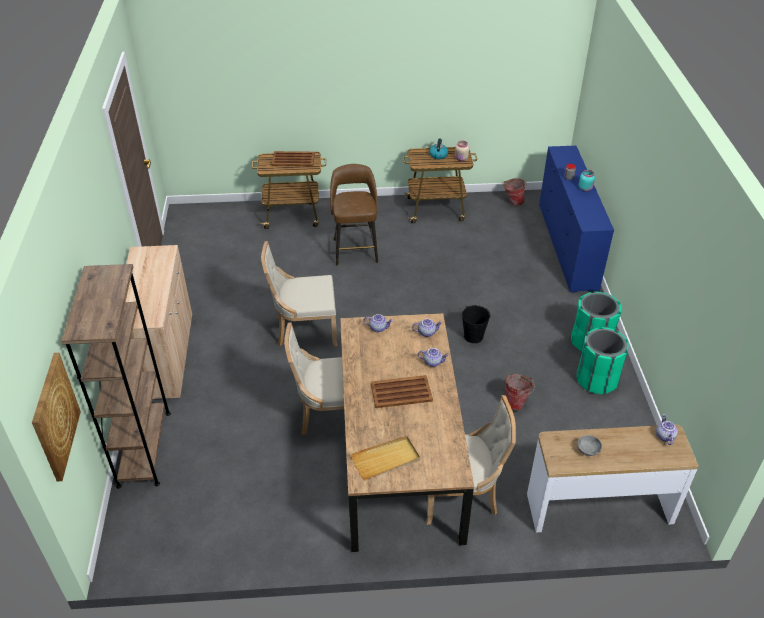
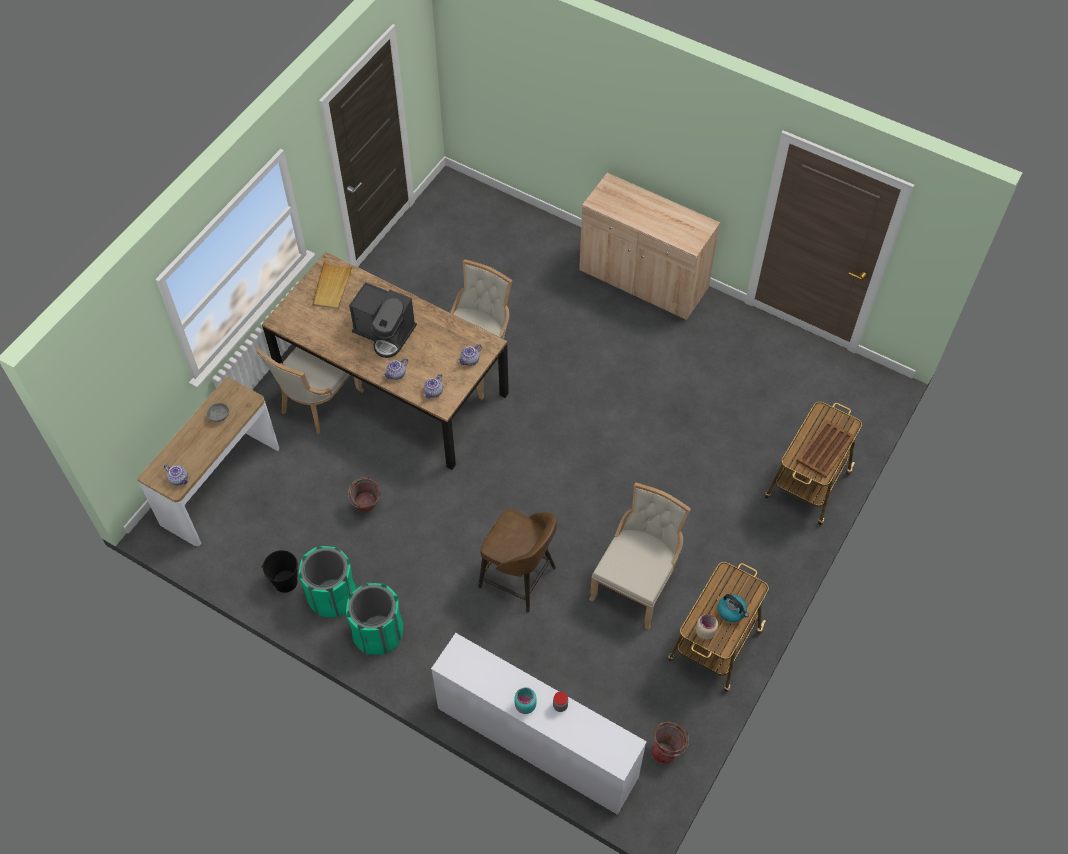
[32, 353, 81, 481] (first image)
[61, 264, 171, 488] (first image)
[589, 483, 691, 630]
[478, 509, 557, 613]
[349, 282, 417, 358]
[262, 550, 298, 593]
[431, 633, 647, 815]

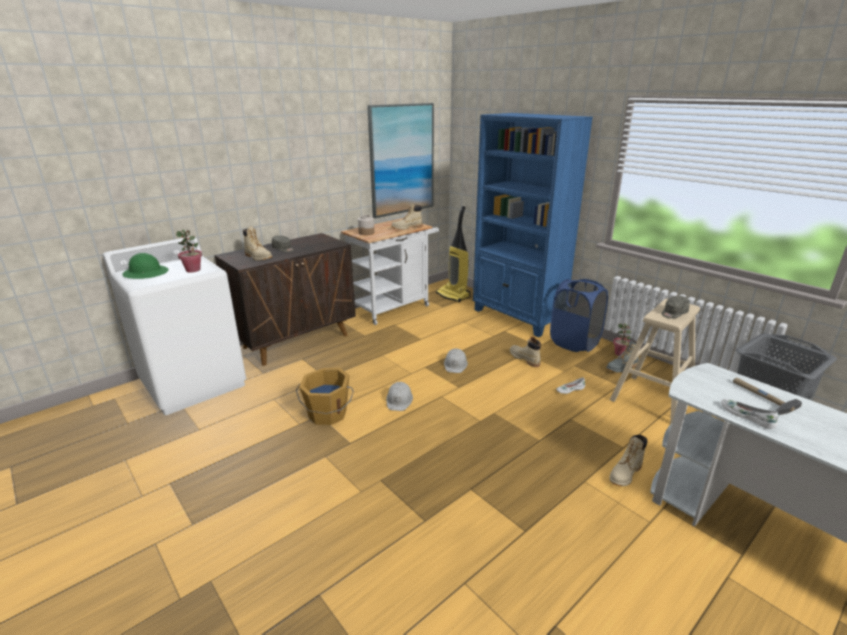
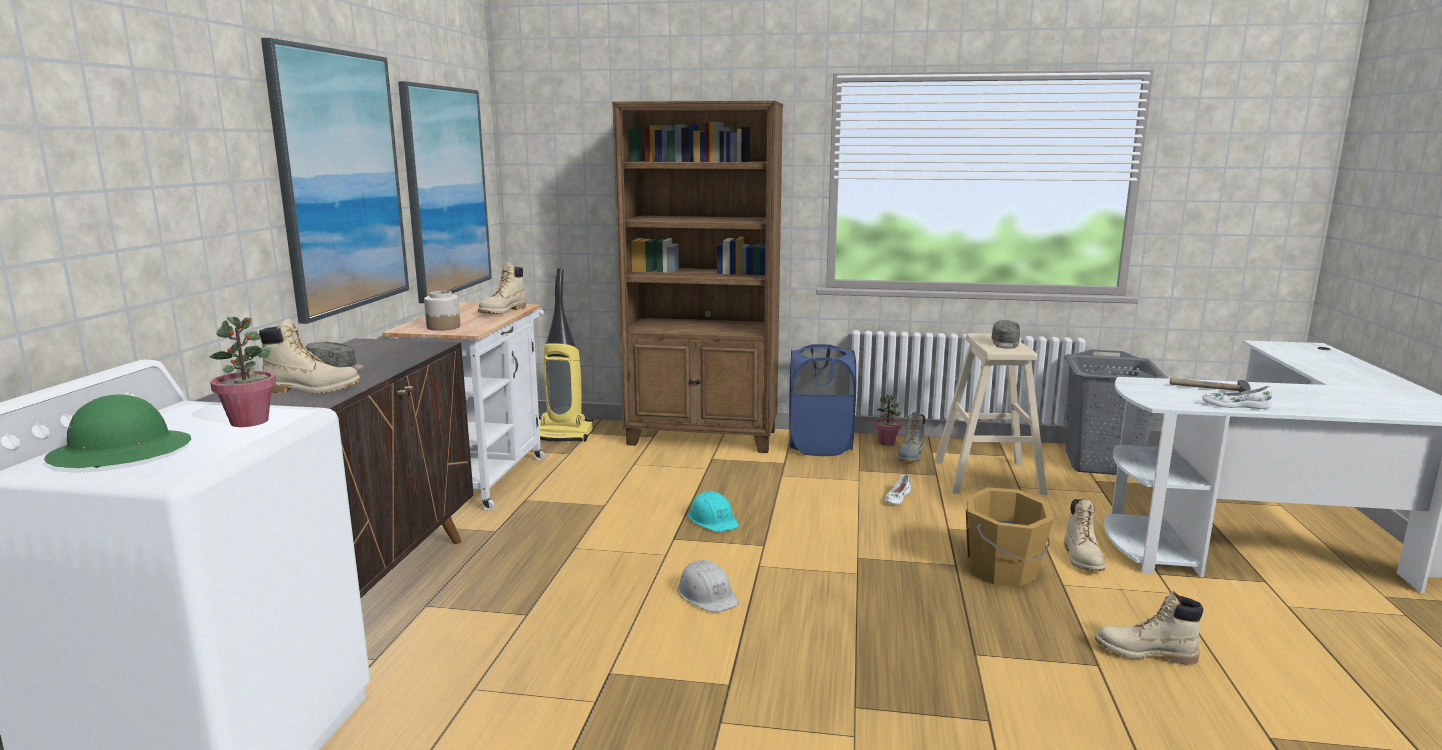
[966, 487, 1054, 587]
[688, 491, 739, 532]
[612, 101, 783, 453]
[1095, 591, 1203, 665]
[261, 38, 409, 324]

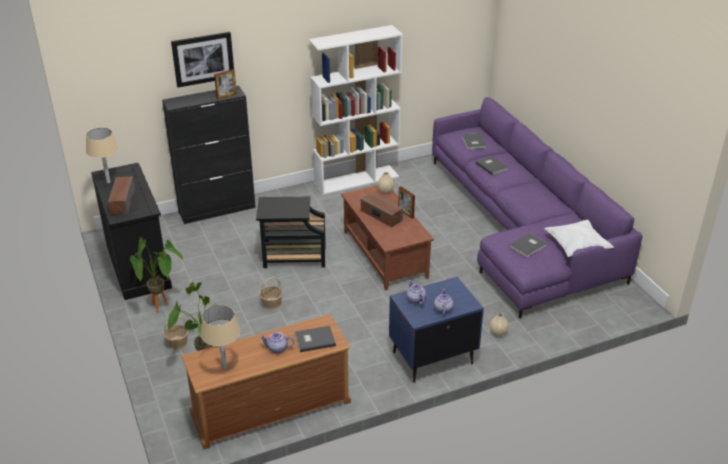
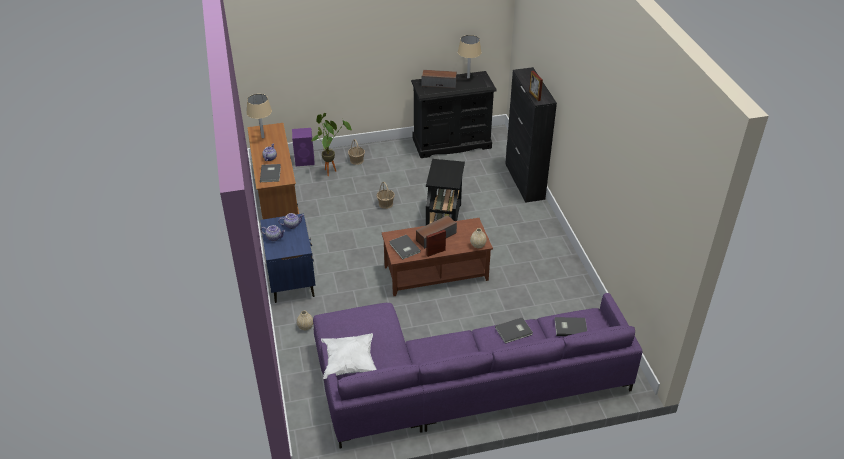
[130, 237, 183, 313] (first image)
[171, 32, 234, 88] (first image)
[309, 25, 403, 195] (first image)
[389, 235, 421, 259]
[292, 128, 315, 166]

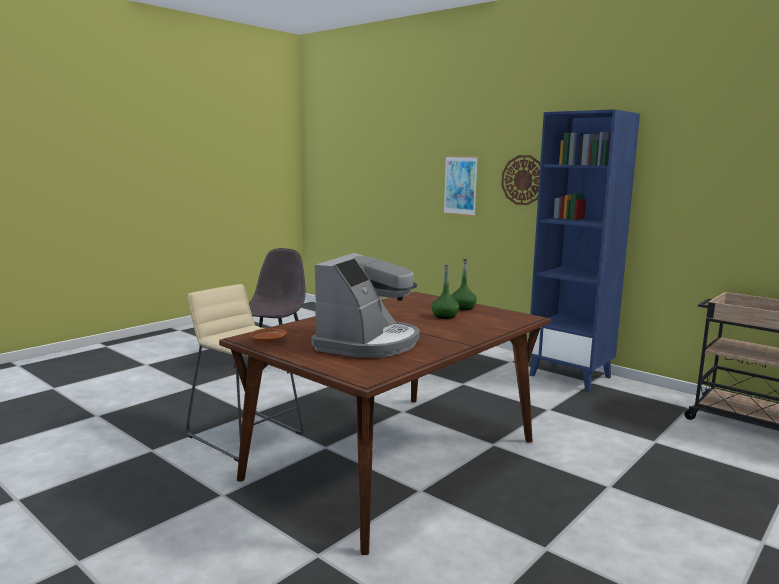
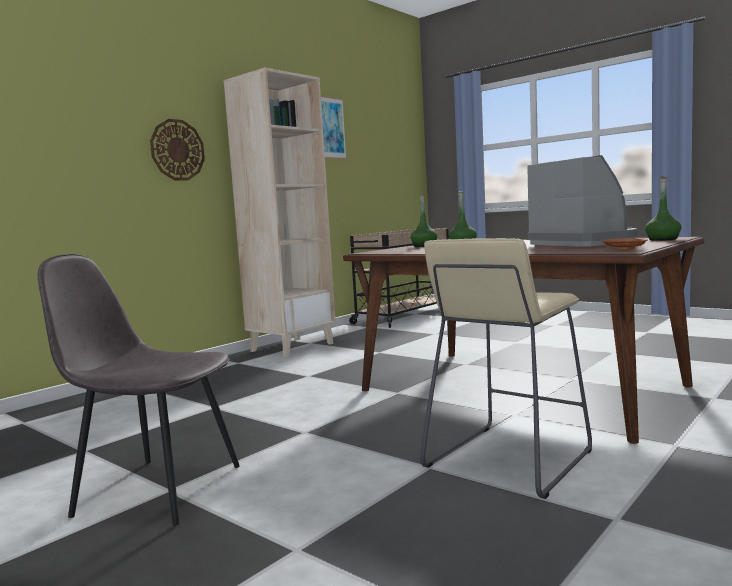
[527, 155, 637, 247]
[321, 96, 347, 159]
[223, 67, 336, 357]
[645, 177, 682, 241]

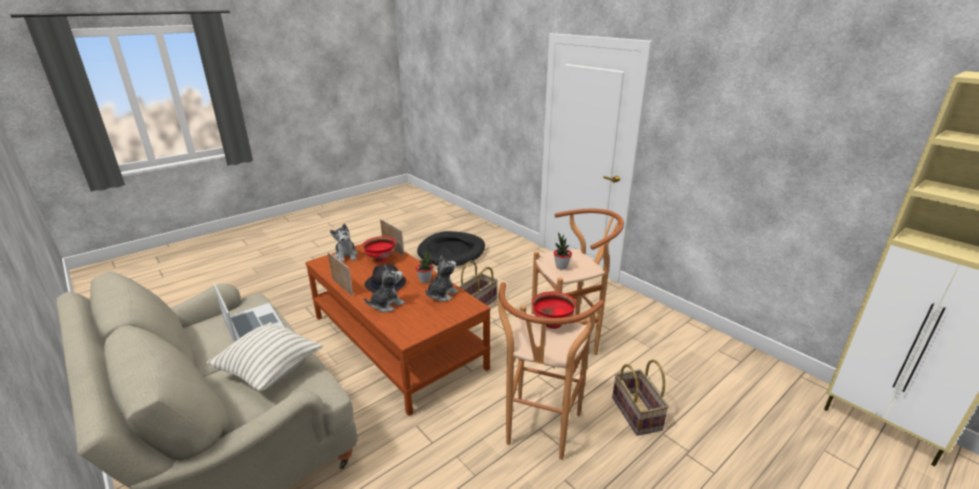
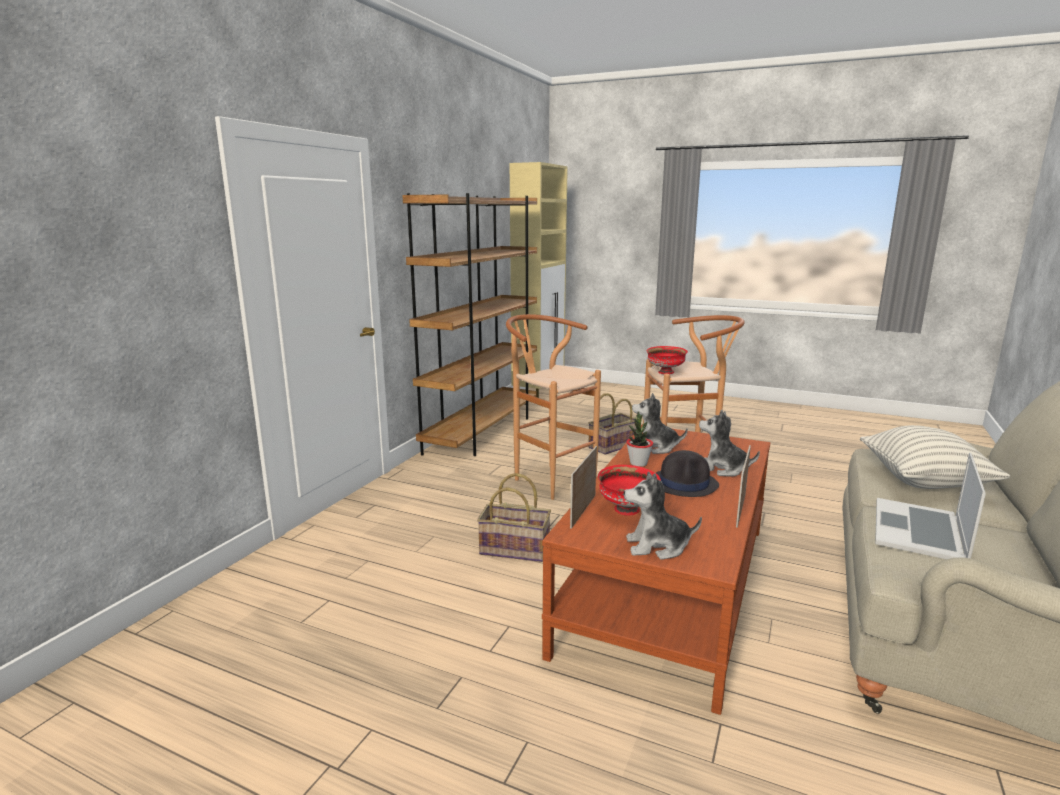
[624, 471, 702, 560]
[417, 231, 485, 266] (first image)
[554, 232, 572, 270] (first image)
[402, 193, 537, 456]

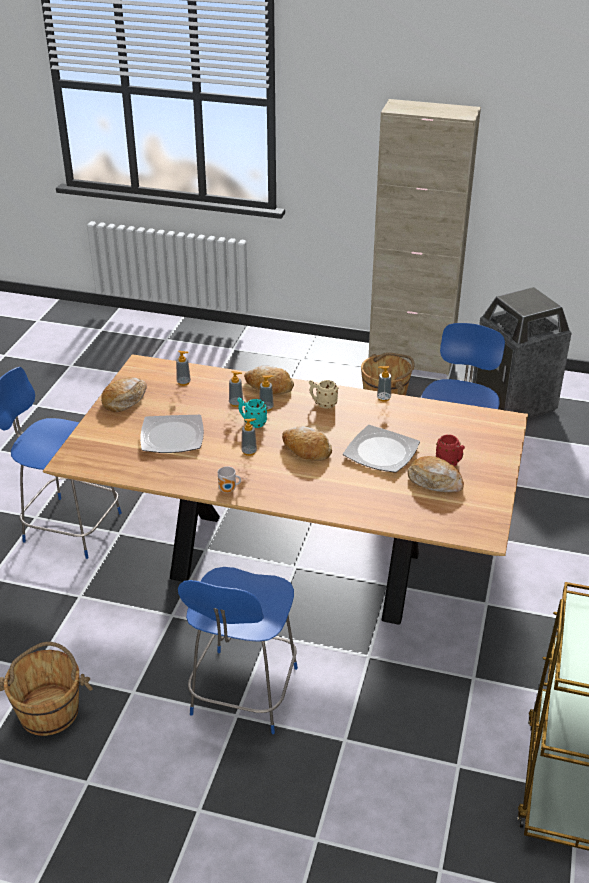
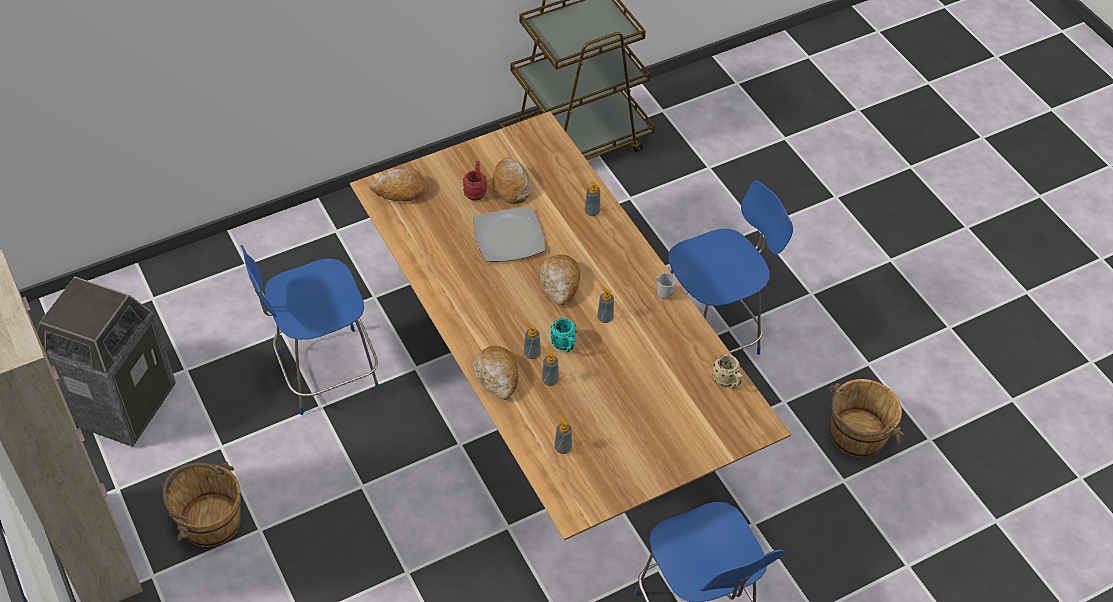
[370, 169, 429, 202]
[140, 415, 204, 453] (first image)
[712, 354, 743, 389]
[585, 181, 600, 216]

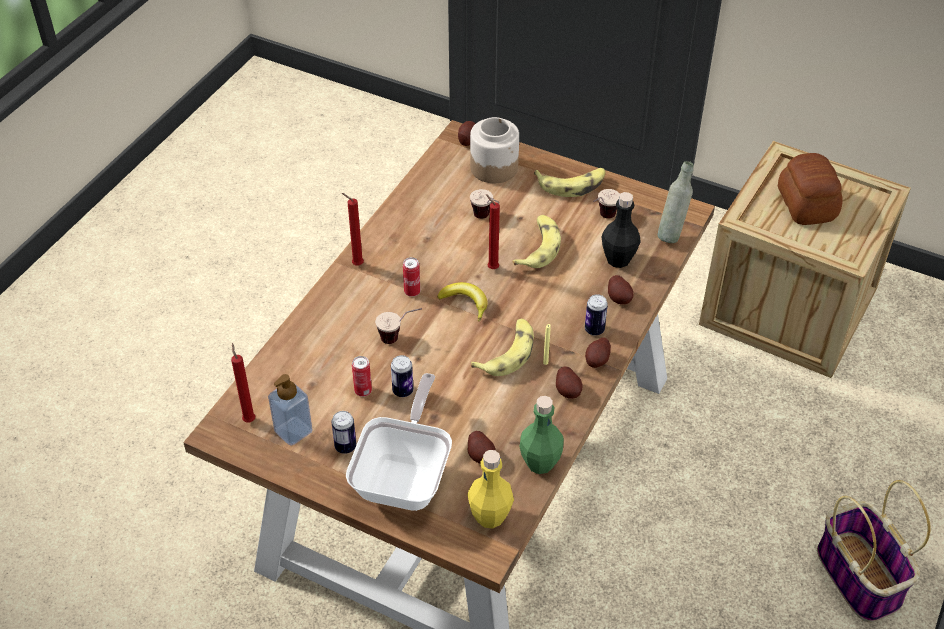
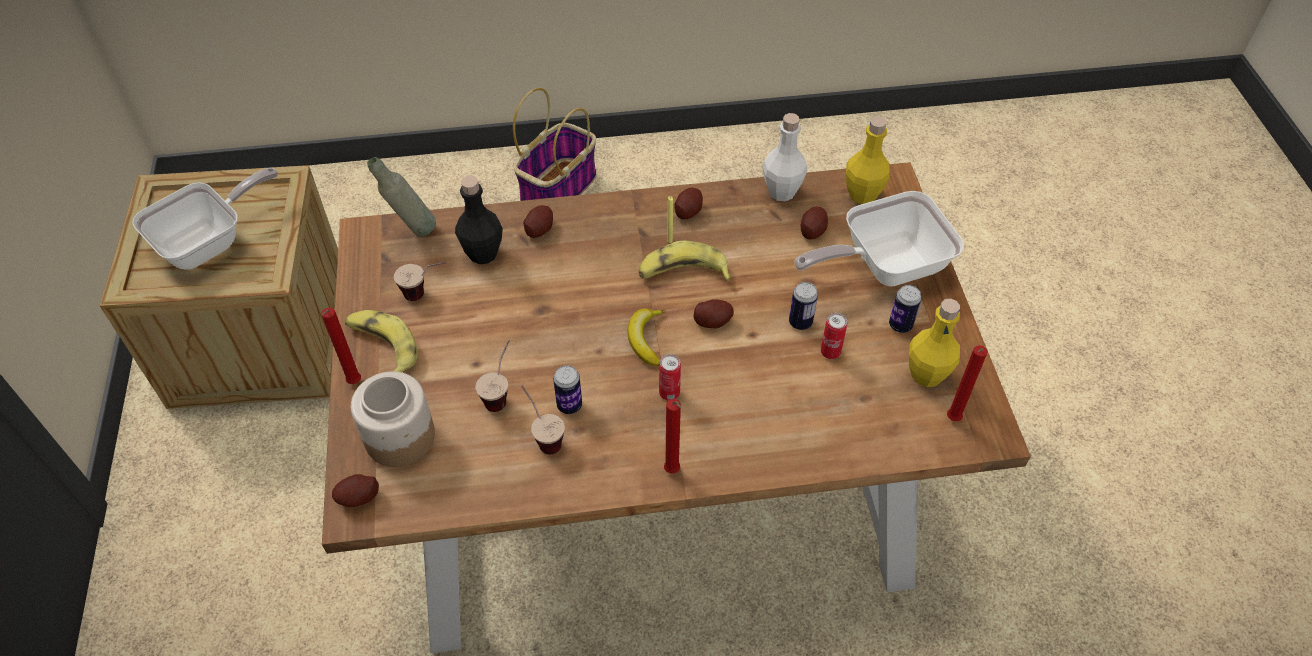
[909, 299, 960, 387]
[521, 385, 565, 454]
[321, 307, 361, 384]
[512, 215, 561, 268] (first image)
[762, 113, 807, 201]
[553, 365, 582, 414]
[694, 299, 734, 328]
[132, 168, 278, 269]

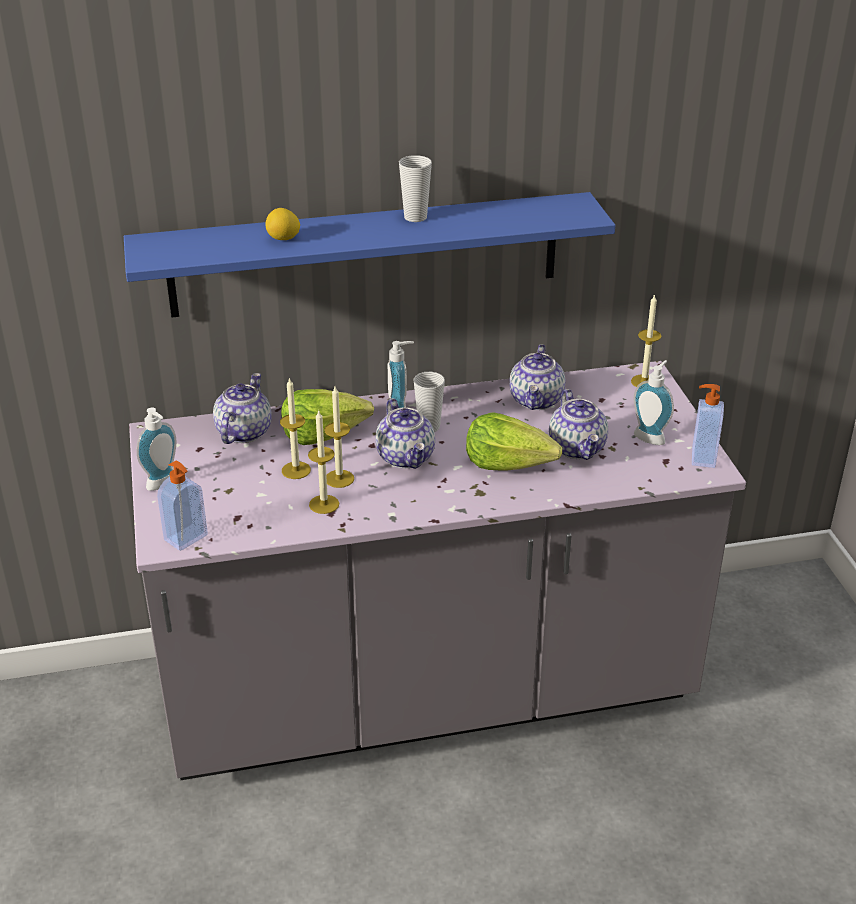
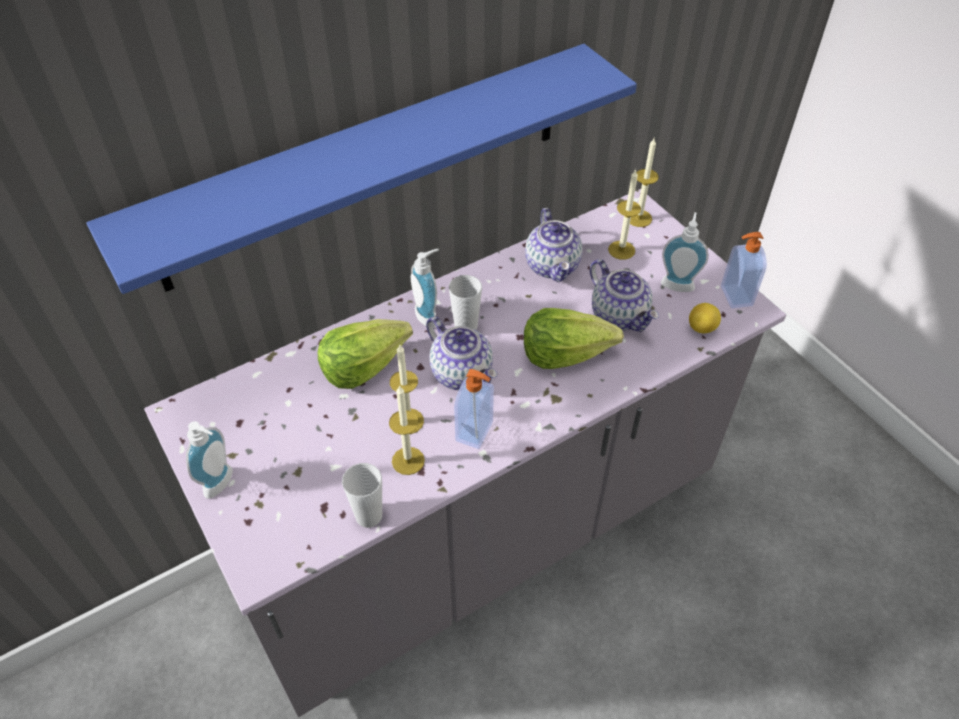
[454, 369, 494, 449]
[213, 373, 272, 444] (first image)
[689, 303, 721, 333]
[608, 169, 641, 260]
[342, 463, 382, 528]

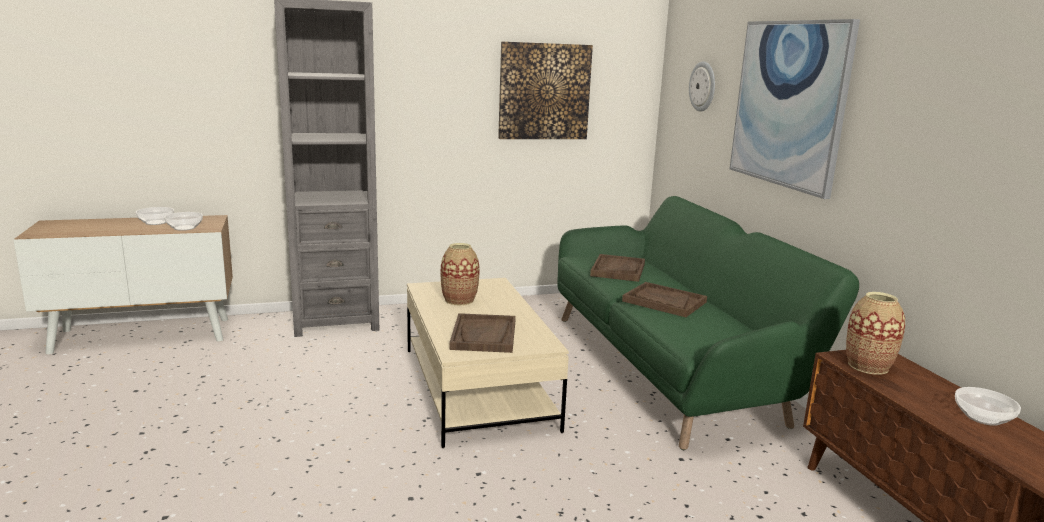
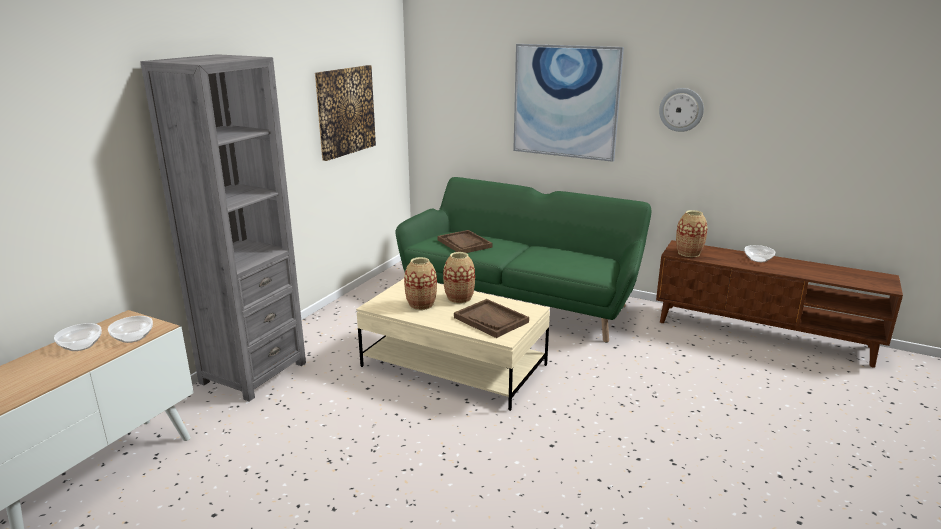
[622, 282, 707, 317] (first image)
[659, 88, 704, 132]
[443, 252, 475, 304]

